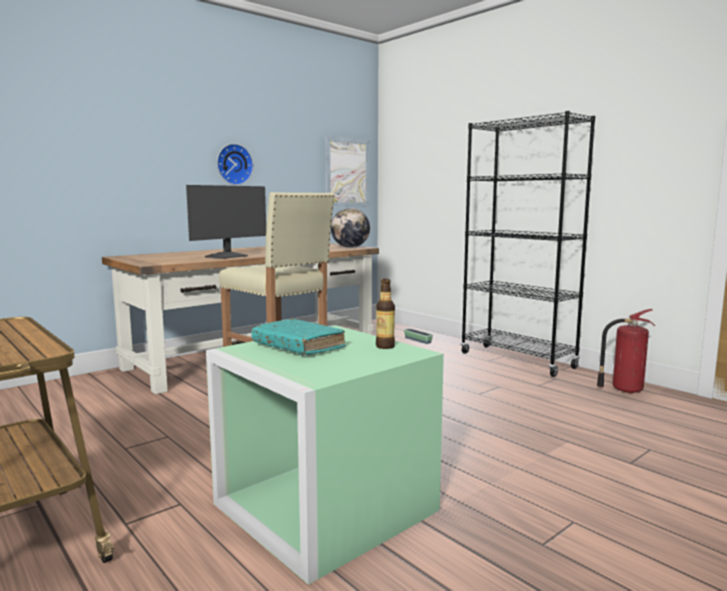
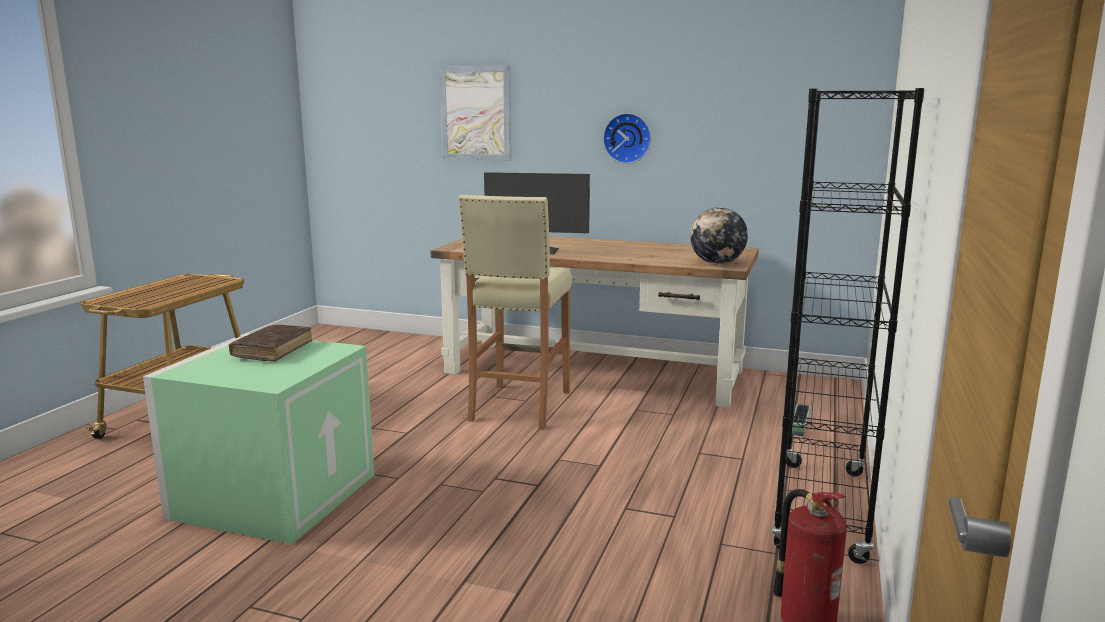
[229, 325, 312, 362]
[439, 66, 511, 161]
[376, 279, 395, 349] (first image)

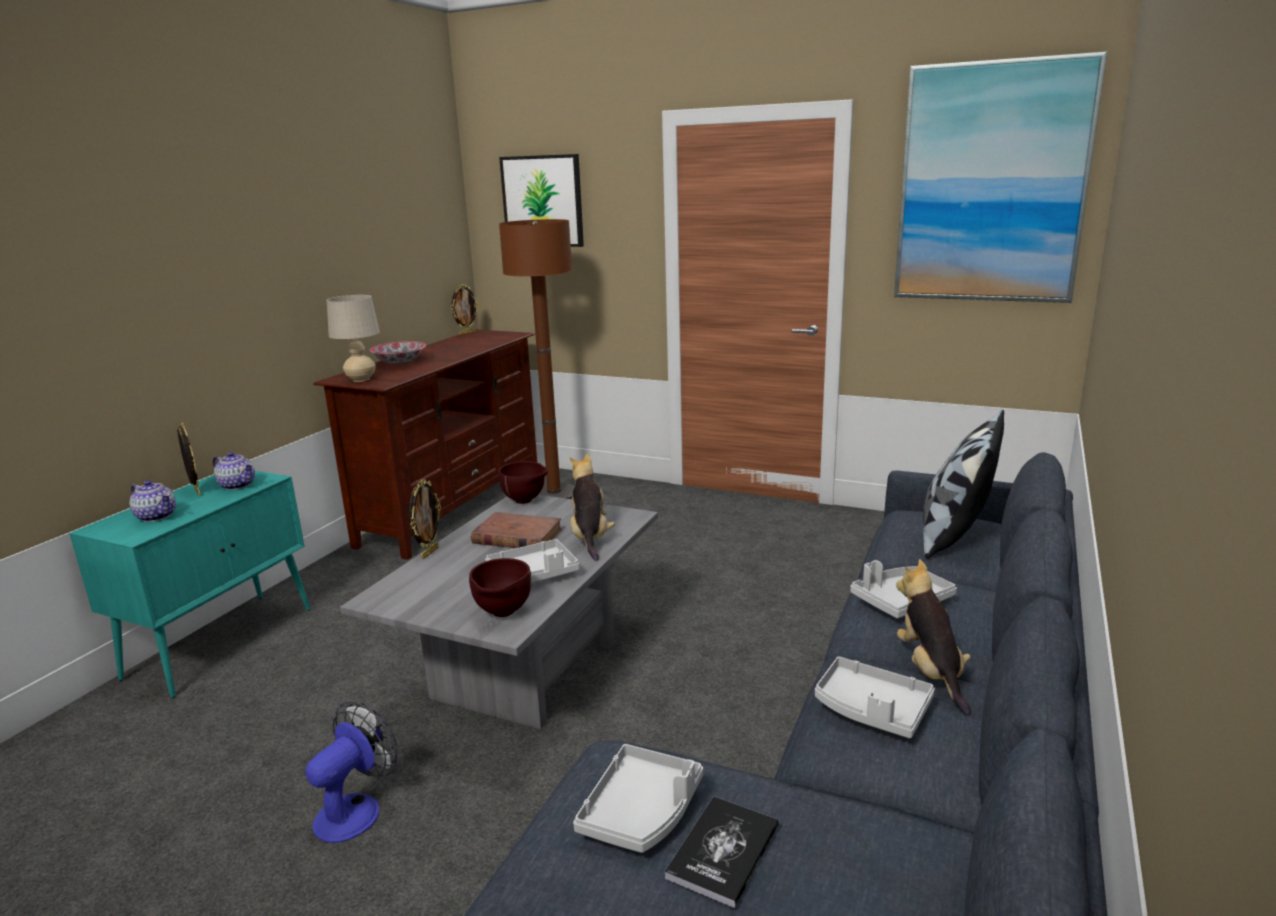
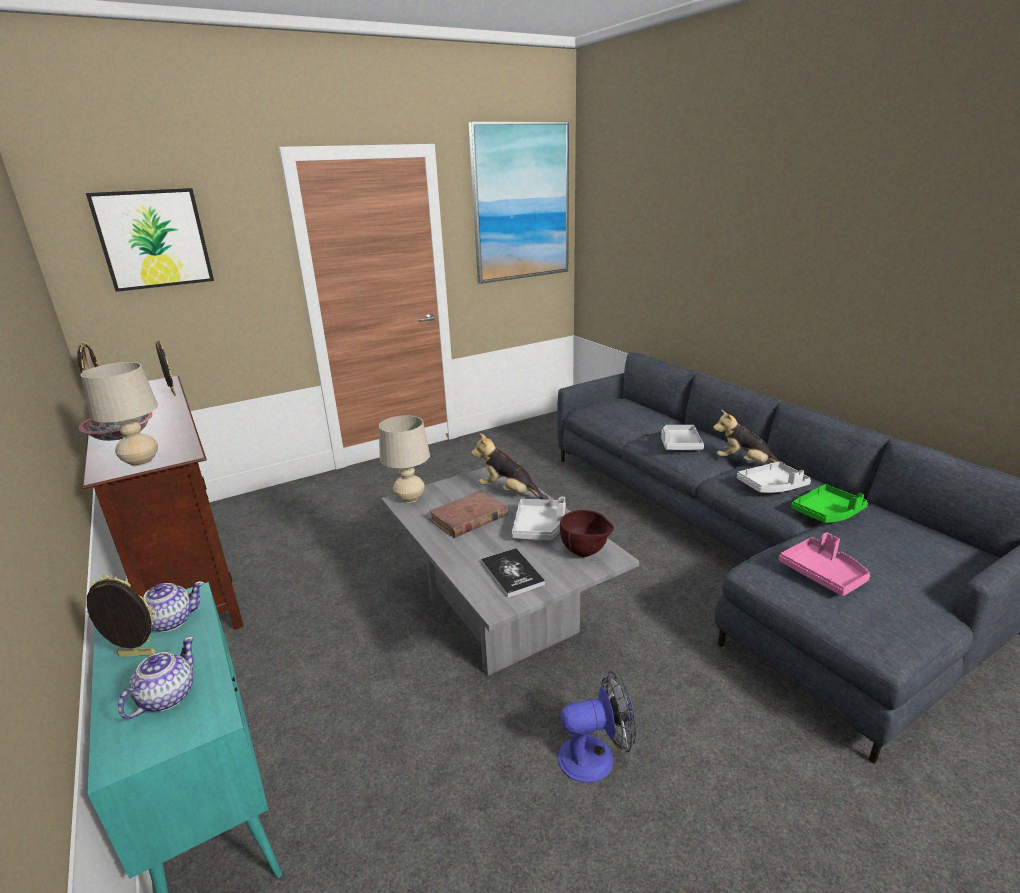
[118, 636, 194, 719]
[558, 671, 636, 783]
[156, 339, 176, 396]
[379, 415, 430, 503]
[499, 219, 575, 499] (first image)
[779, 533, 870, 596]
[481, 548, 545, 598]
[923, 410, 1004, 558] (first image)
[791, 484, 868, 523]

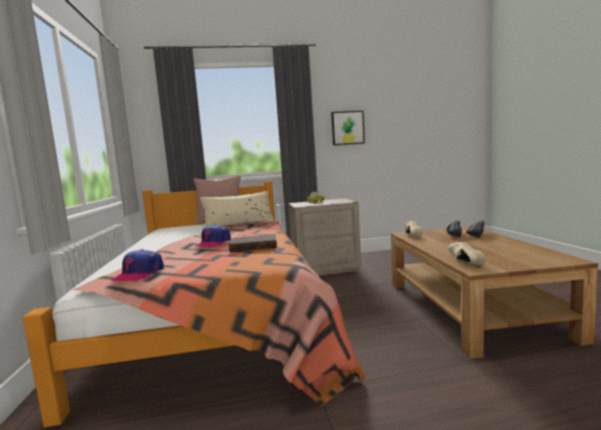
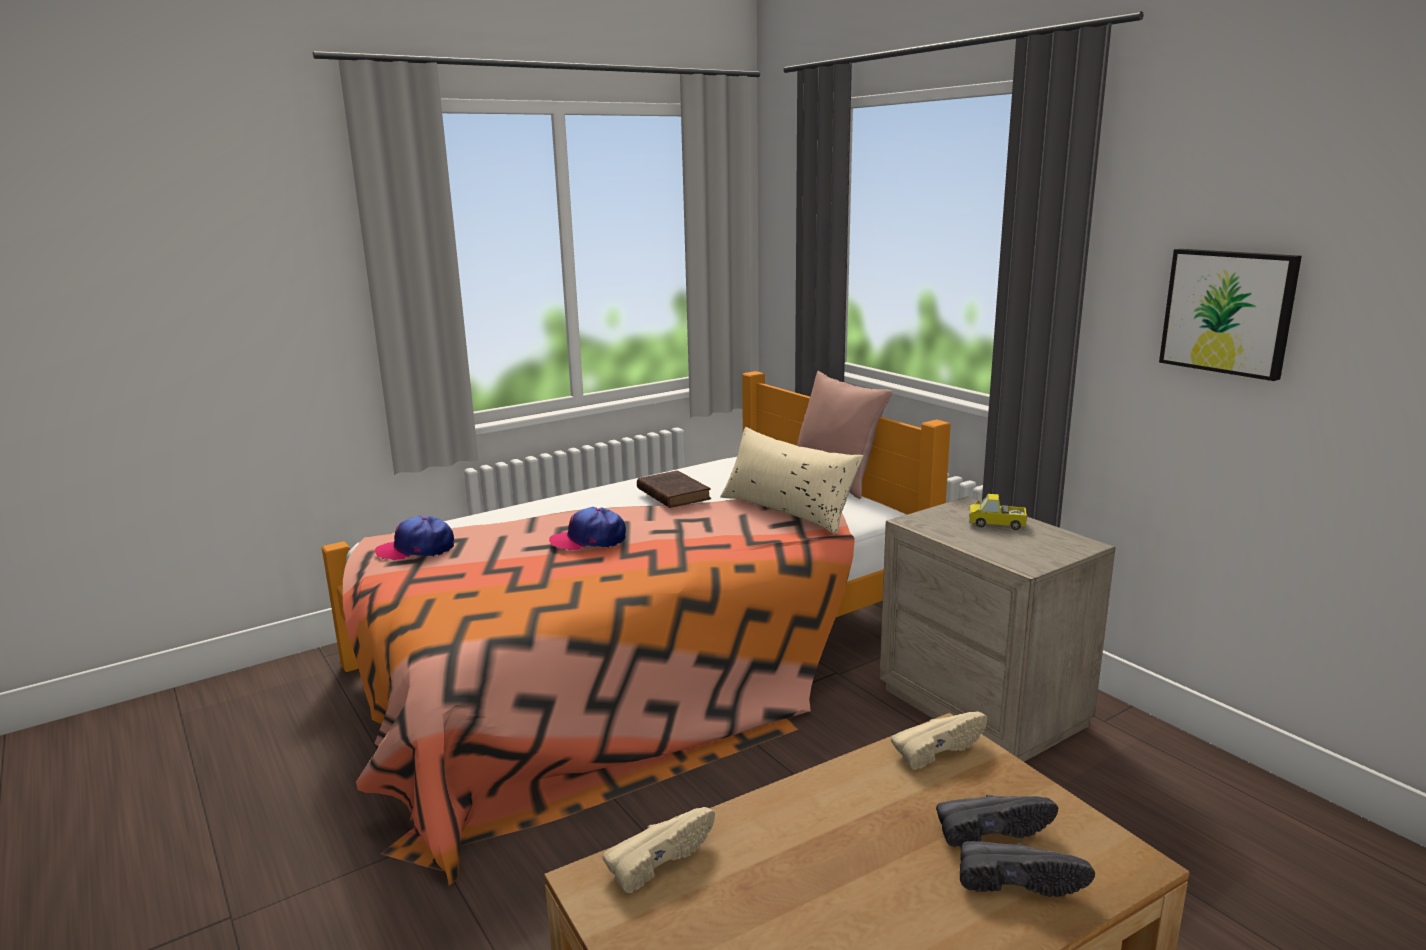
[637, 470, 711, 508]

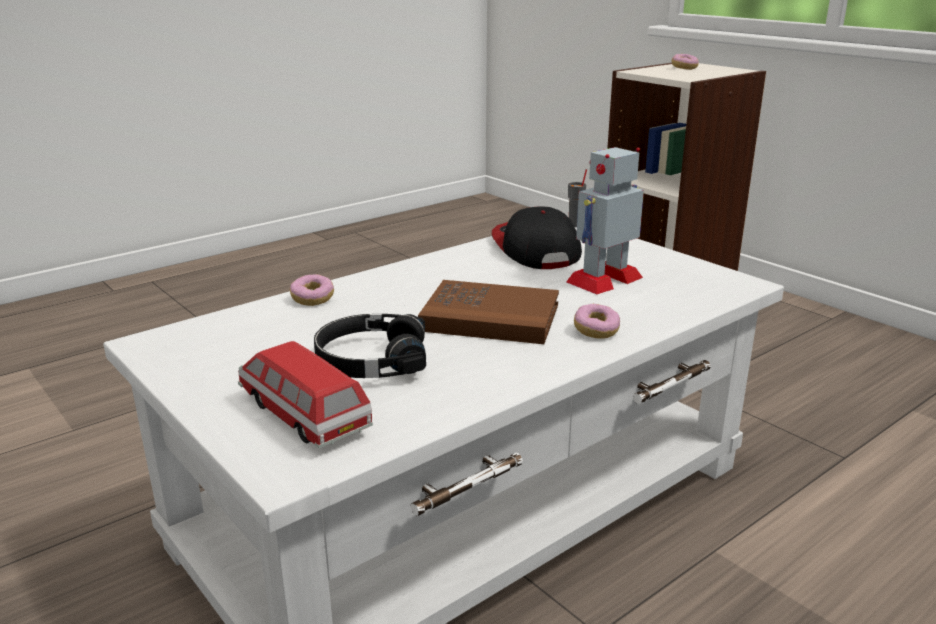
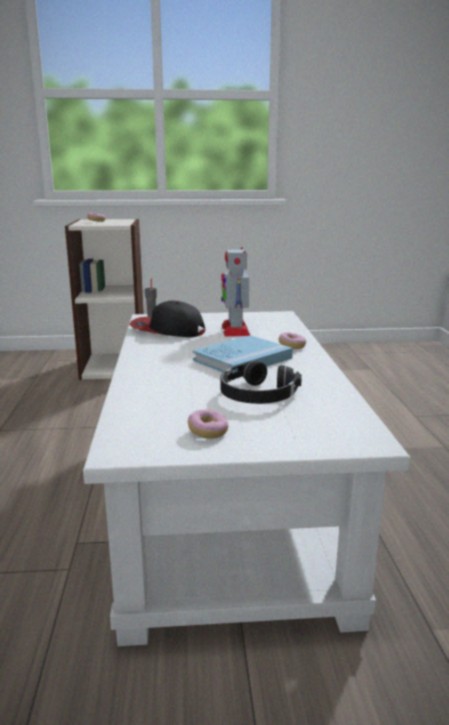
[238, 341, 373, 448] (first image)
[188, 409, 228, 439]
[193, 335, 293, 373]

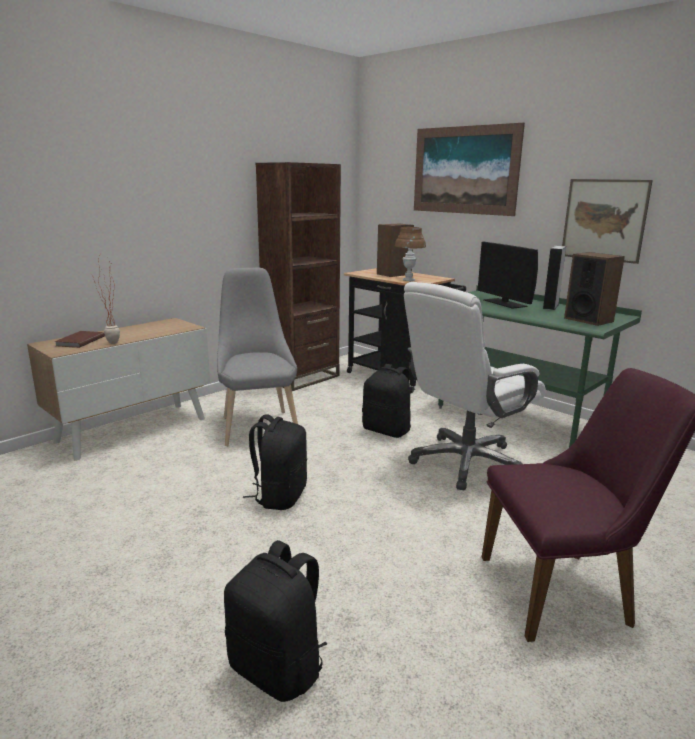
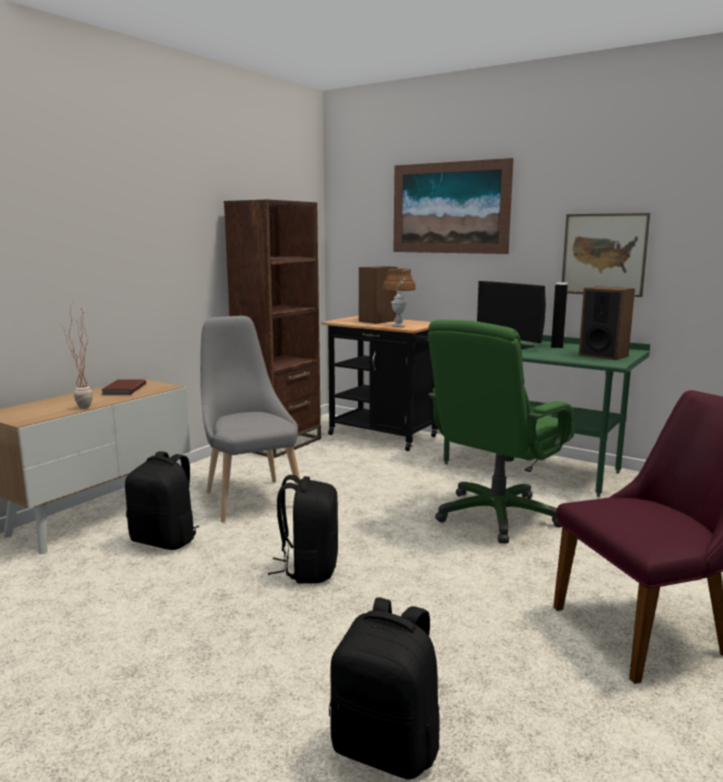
[101, 379, 146, 395]
[125, 451, 200, 550]
[428, 320, 574, 543]

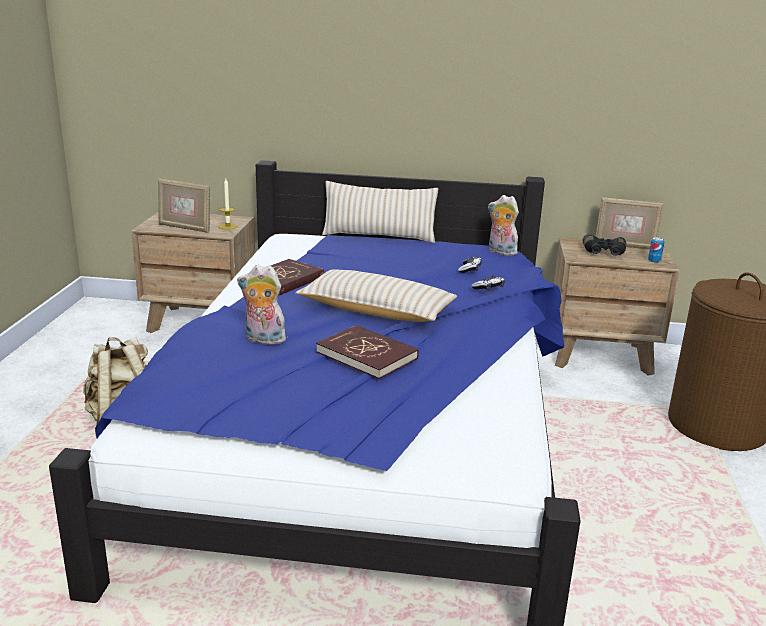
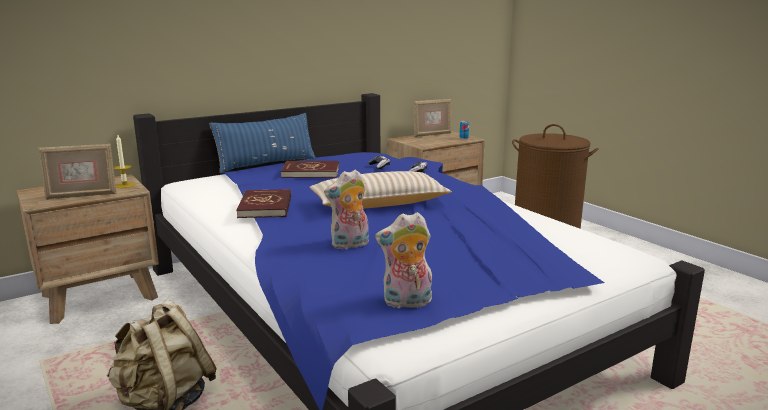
[281, 161, 339, 178]
[209, 113, 316, 173]
[375, 212, 432, 308]
[583, 234, 626, 256] (first image)

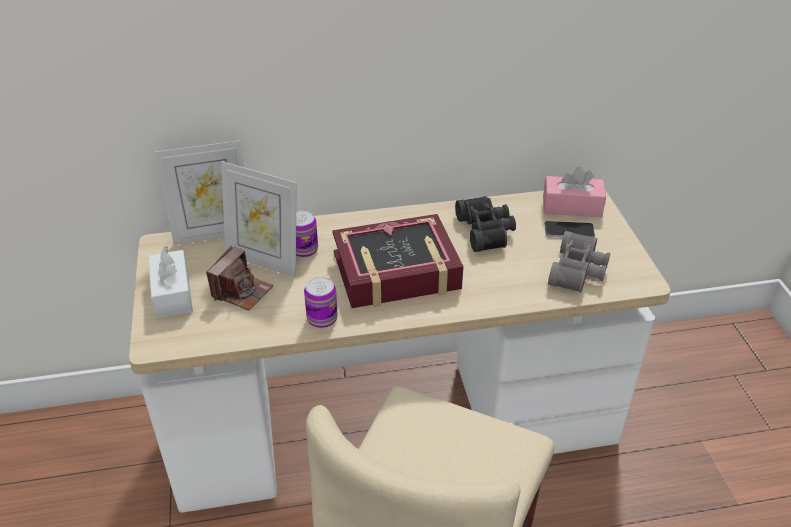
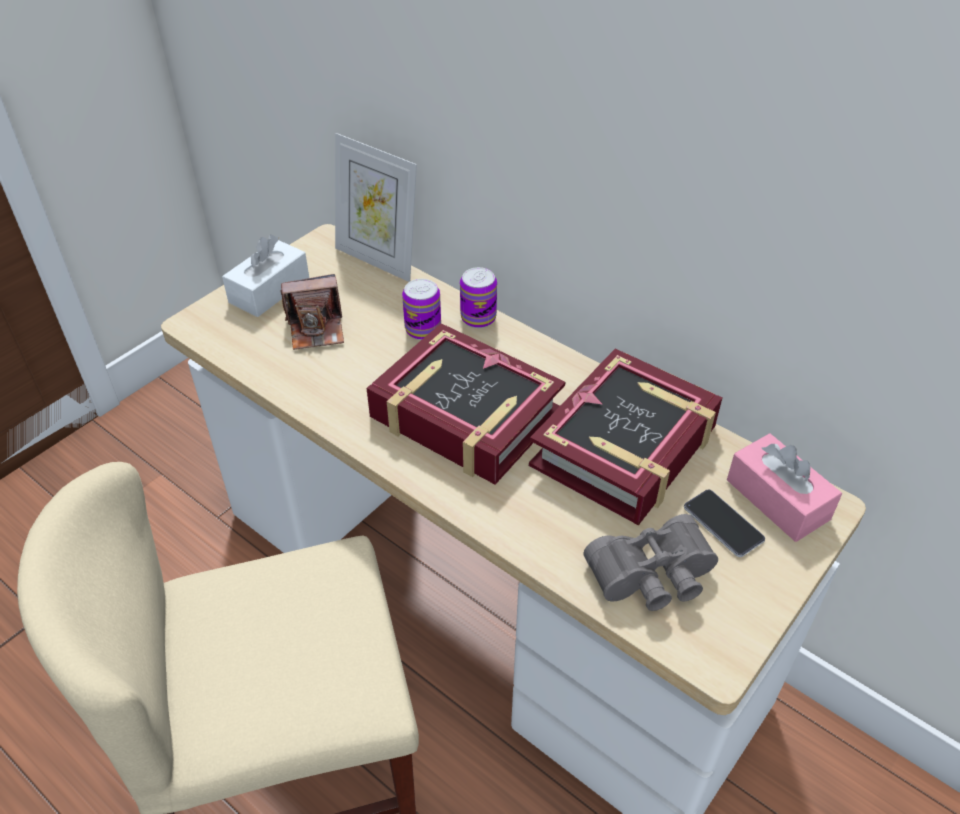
[221, 161, 297, 277] (first image)
[460, 267, 497, 328]
[529, 349, 722, 525]

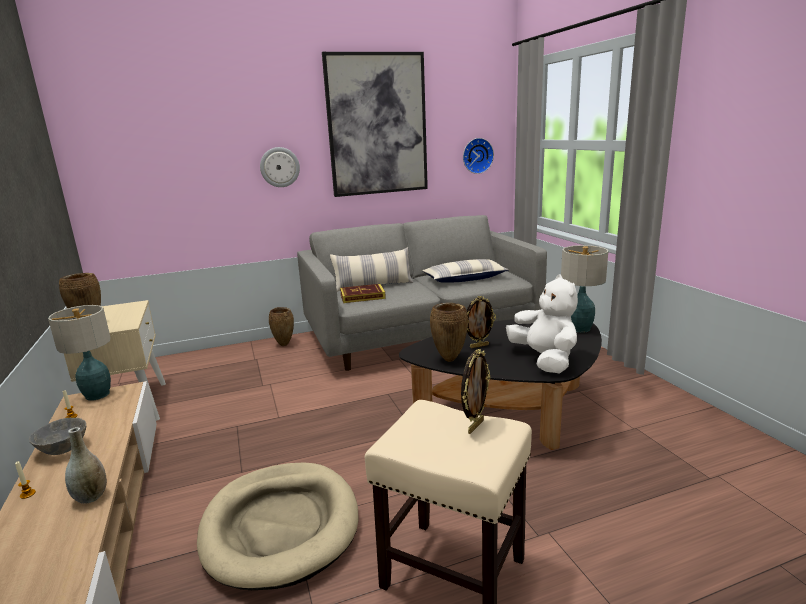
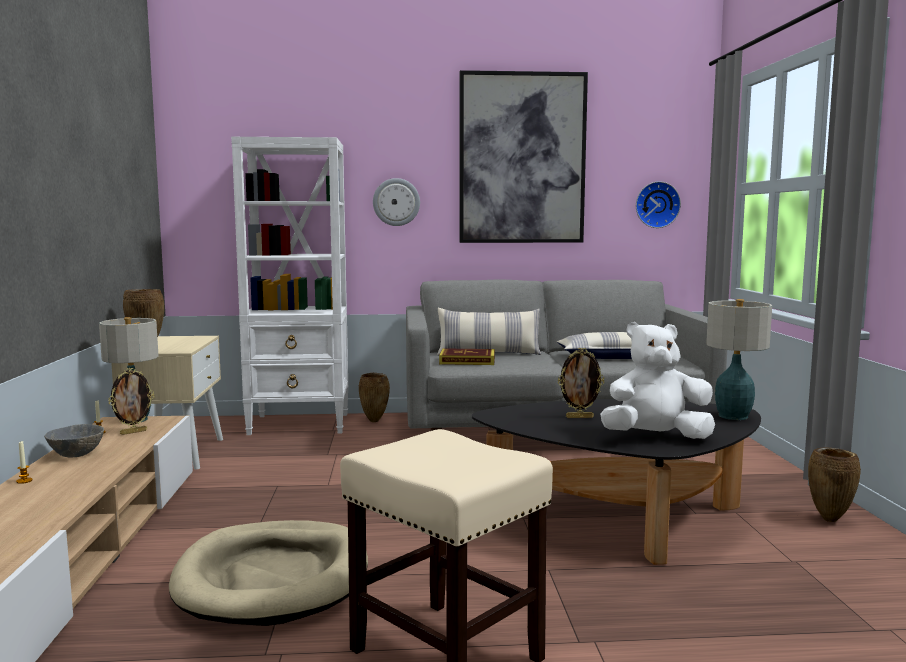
[65, 427, 107, 504] (first image)
[808, 447, 861, 522]
[109, 368, 154, 435]
[600, 322, 715, 439]
[231, 136, 348, 435]

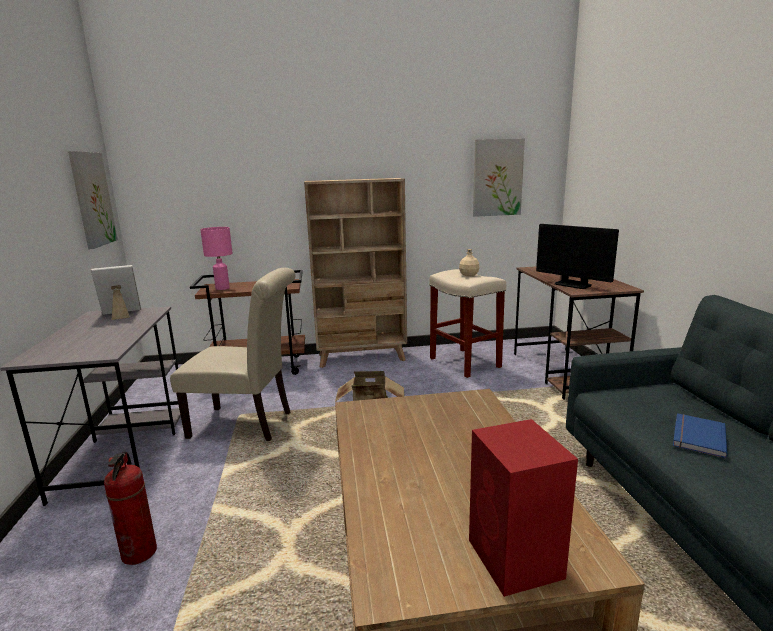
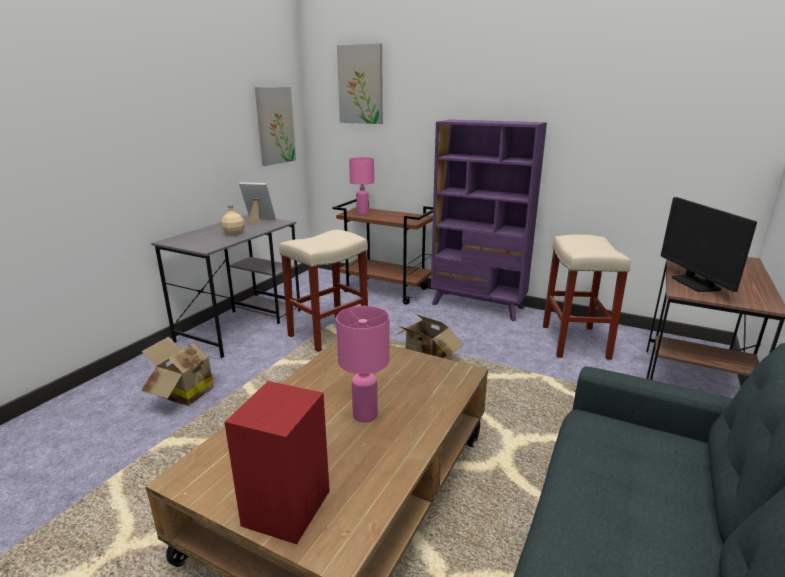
[141, 337, 221, 406]
[279, 230, 368, 352]
[431, 120, 547, 321]
[221, 205, 245, 235]
[337, 43, 383, 124]
[673, 413, 727, 458] (first image)
[336, 306, 389, 423]

